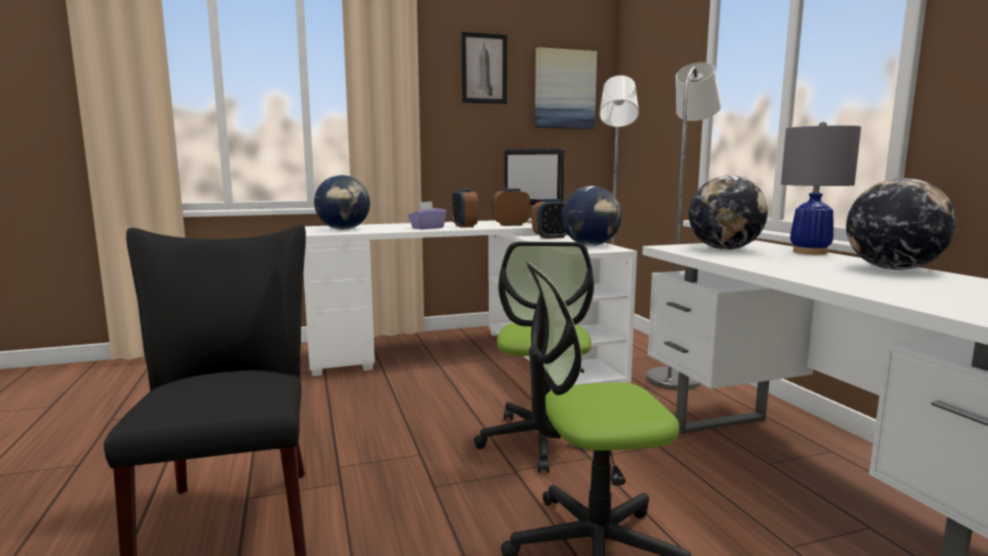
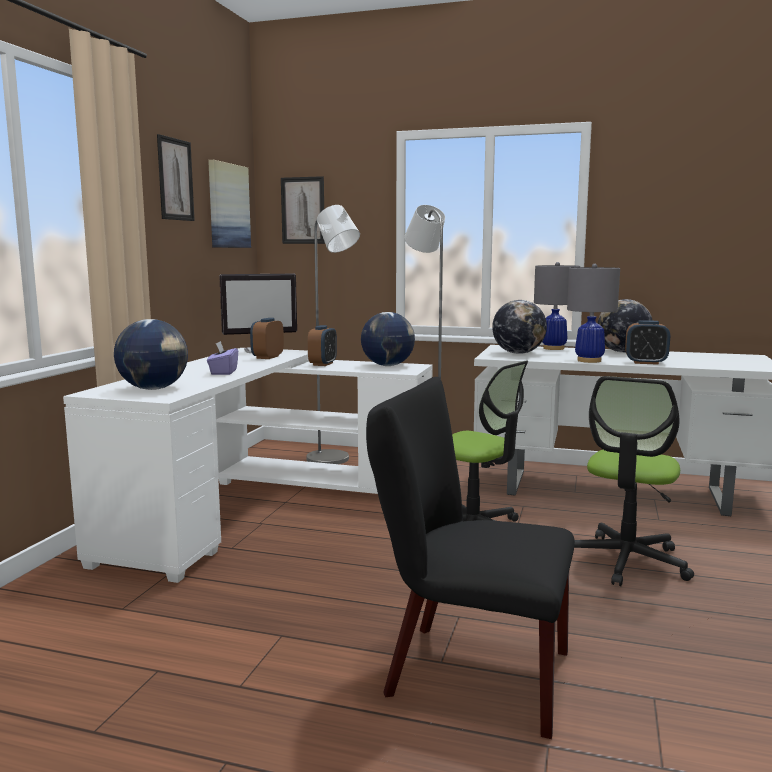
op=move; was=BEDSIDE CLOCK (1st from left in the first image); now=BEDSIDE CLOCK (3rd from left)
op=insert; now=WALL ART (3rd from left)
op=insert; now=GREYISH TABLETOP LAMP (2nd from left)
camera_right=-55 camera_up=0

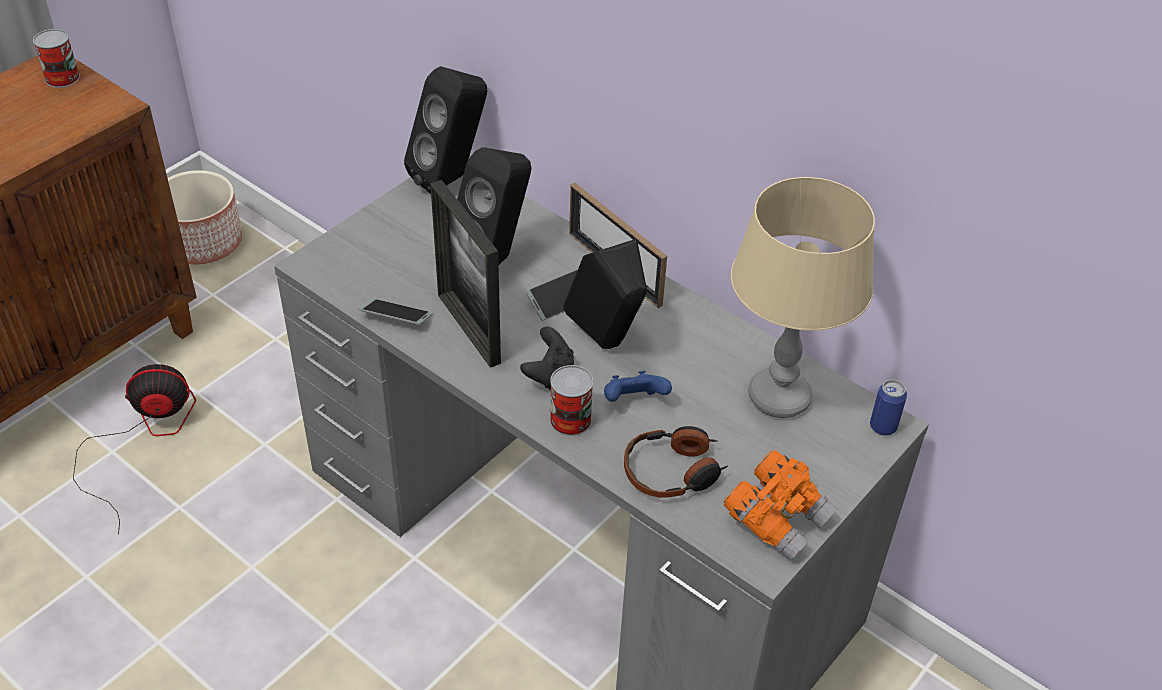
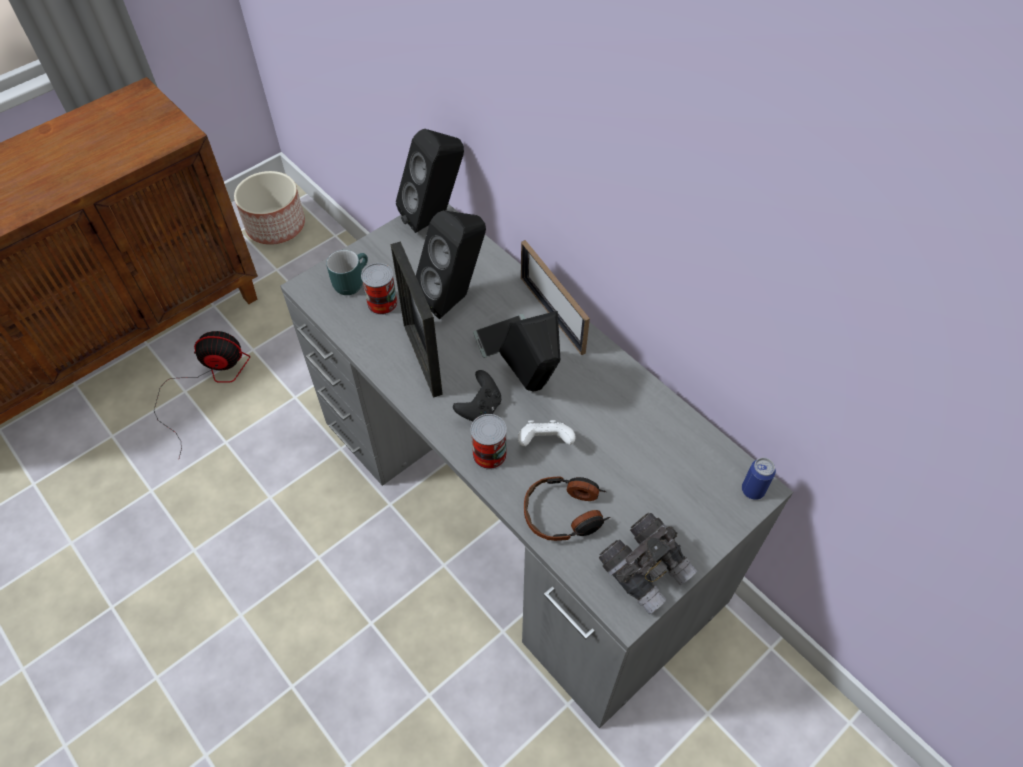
op=move; was=METAL CAN (1st from left)
op=delete; was=BEIGE TABLETOP LAMP
op=delete; was=HANDSET (1st from left)
op=recolor; was=BLUISH GAME CONTROLLER; now=WHITE GAME CONTROLLER
op=recolor; was=ORANGE BINOCULARS; now=GREYISH BINOCULARS
op=insert; now=TURQUOISE-COLOURED TEA MUG
camera_right=10 camera_up=10

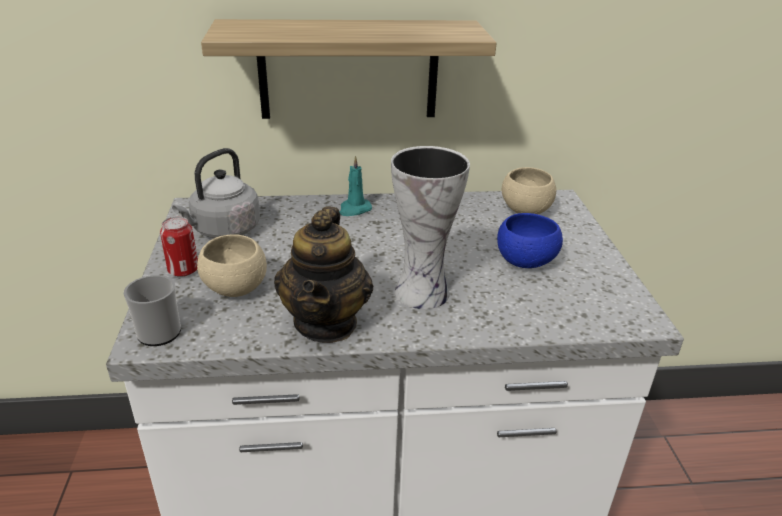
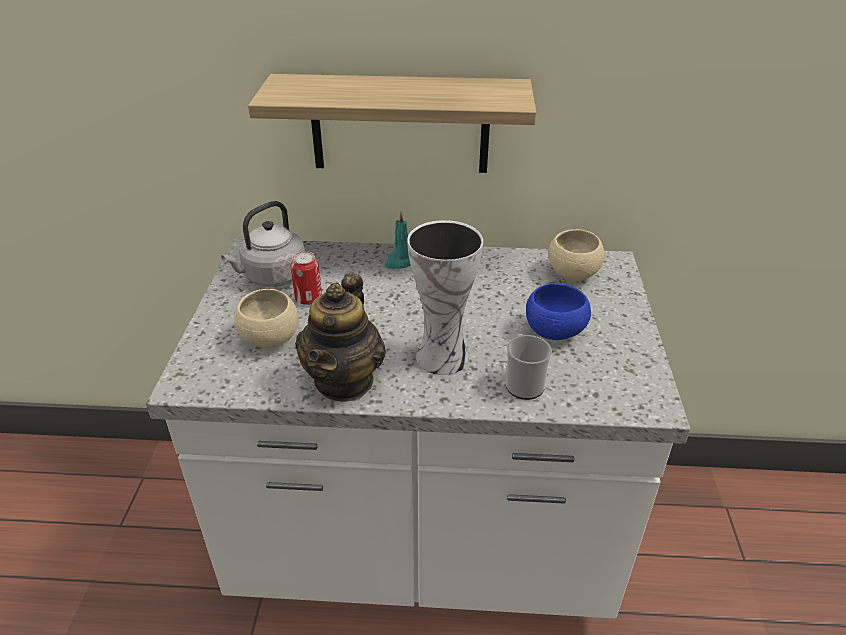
op=move; was=METAL CAN
op=move; was=TEA MUG
camera_right=10 camera_up=5

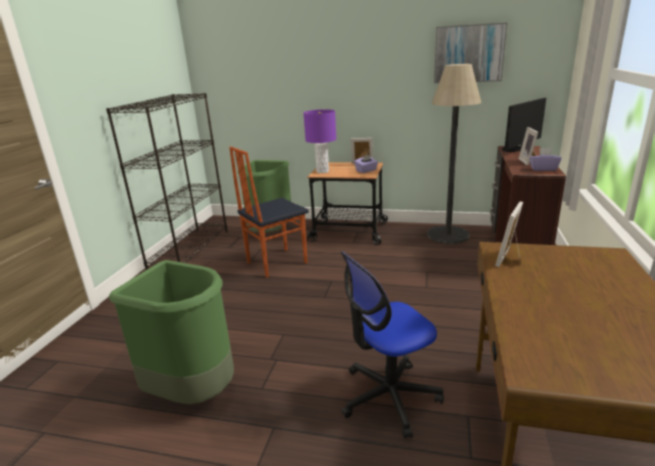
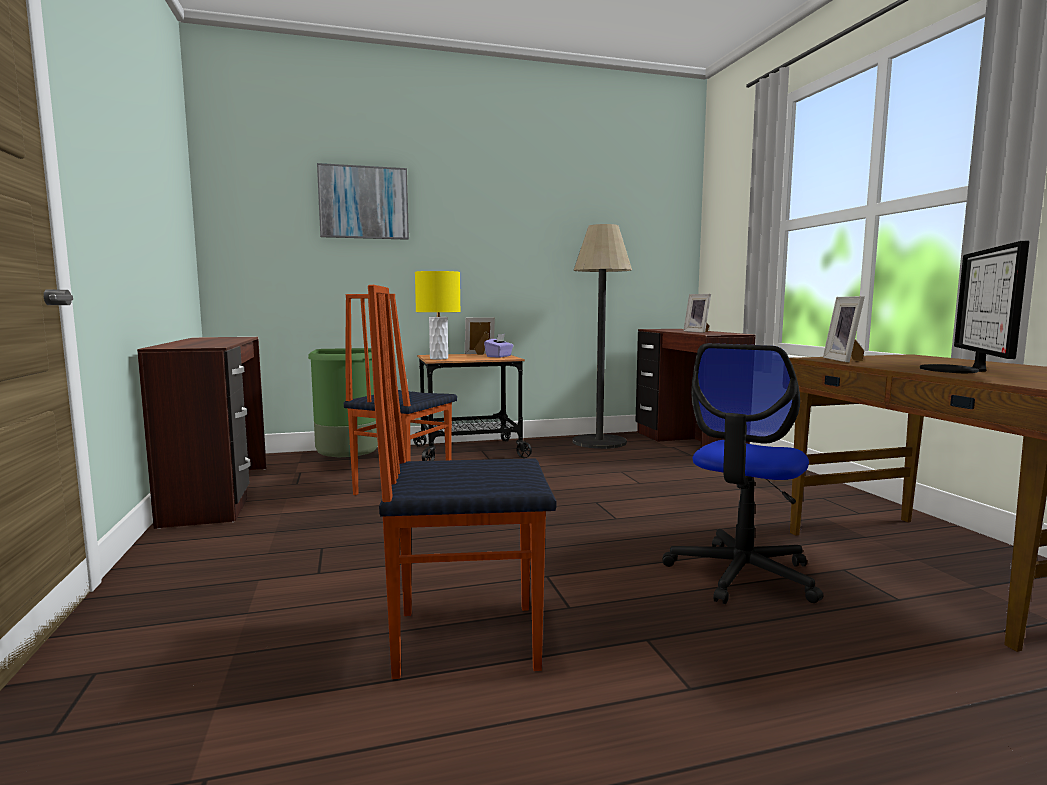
op=move; was=WALL ART
op=replace; was=BLACK SHELVING UNIT; now=BROWN-COLOURED DESK TABLE (1st from left)
op=move; was=COMPUTER DISPLAY
op=recolor; was=PURPLISH TABLETOP LAMP; now=YELLOW TABLETOP LAMP
op=delete; was=PURPLISH TISSUE HOLDER (2nd from left)
op=replace; was=GREEN RUBBISH BIN (1st from left); now=UPRIGHT CHAIR (2nd from left)
camera_right=-30 camera_up=-15

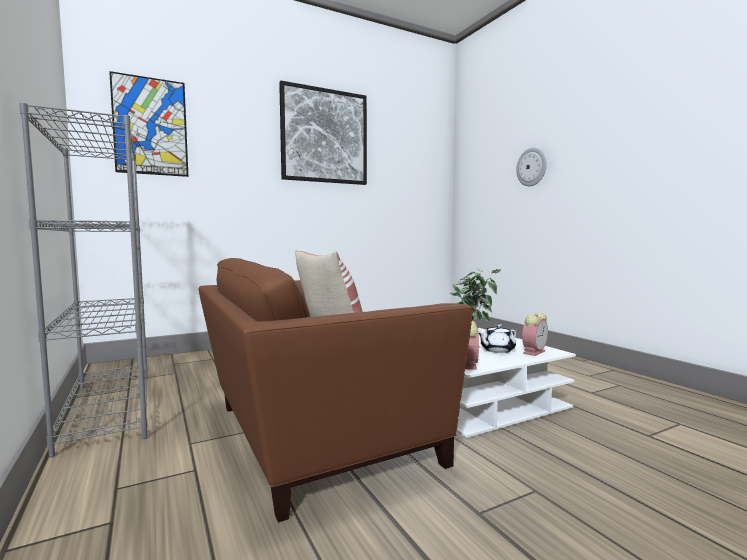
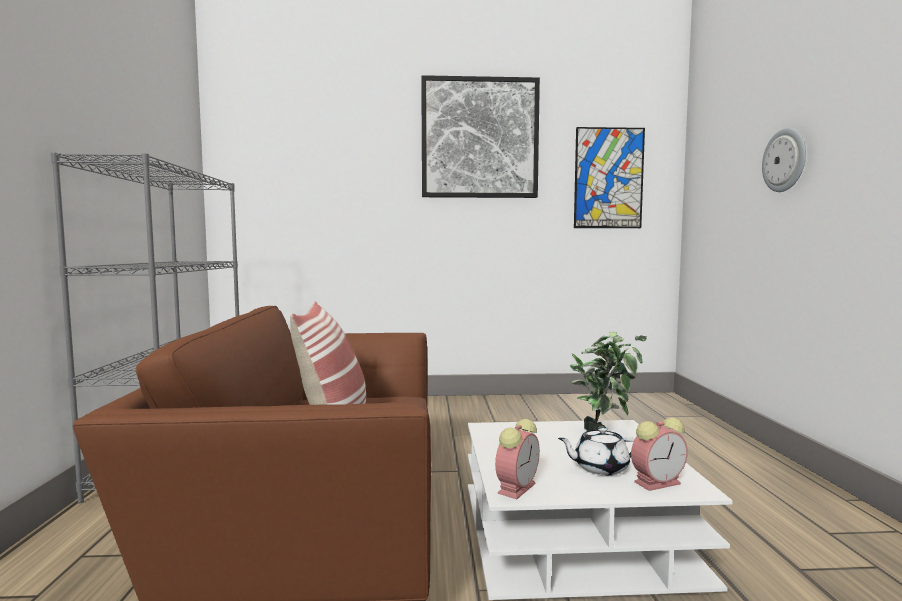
op=move; was=WALL ART (1st from left in the first image); now=WALL ART (2nd from left)
camera_right=25 camera_up=0

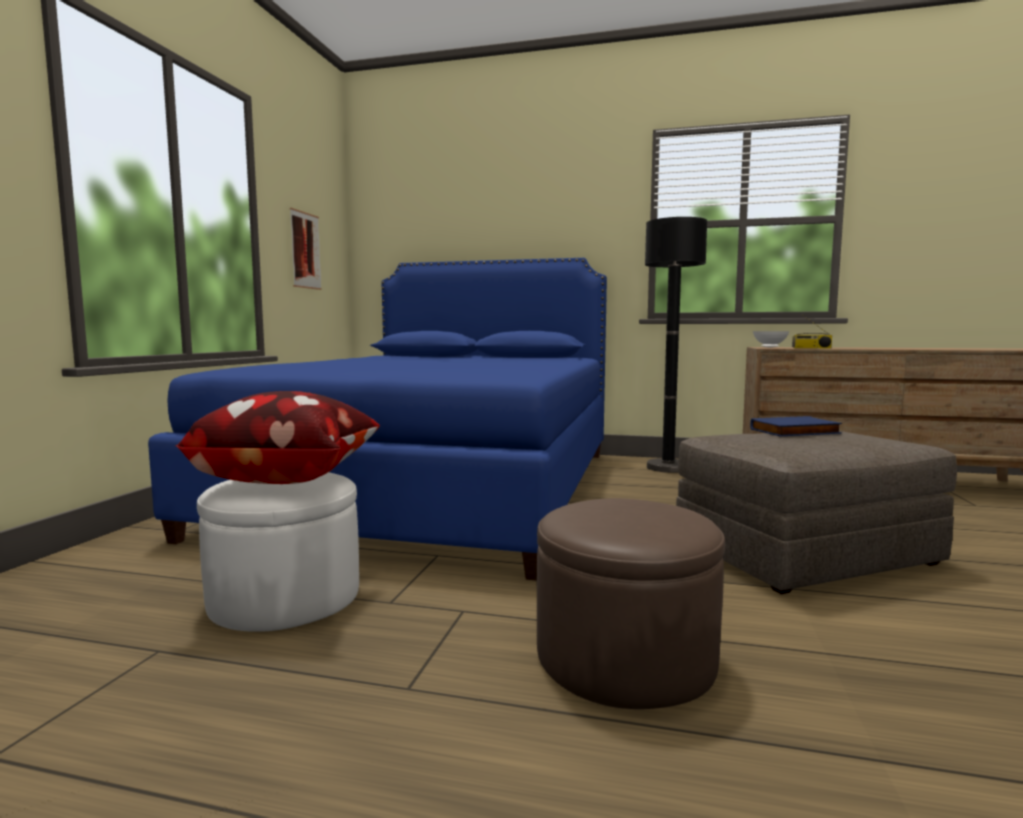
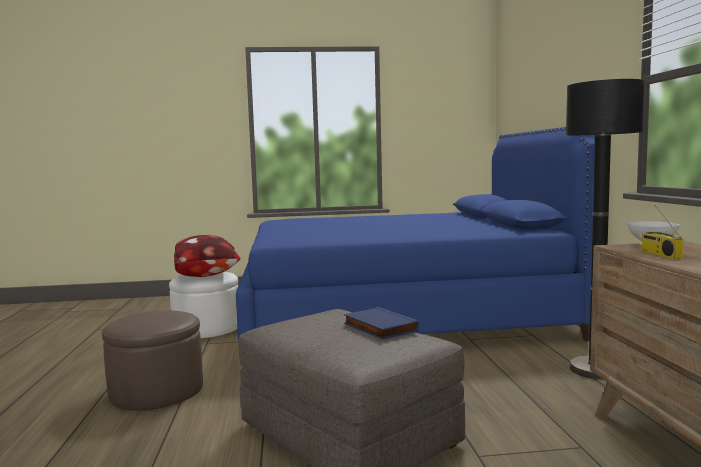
op=delete; was=WALL ART
camera_right=70 camera_up=0

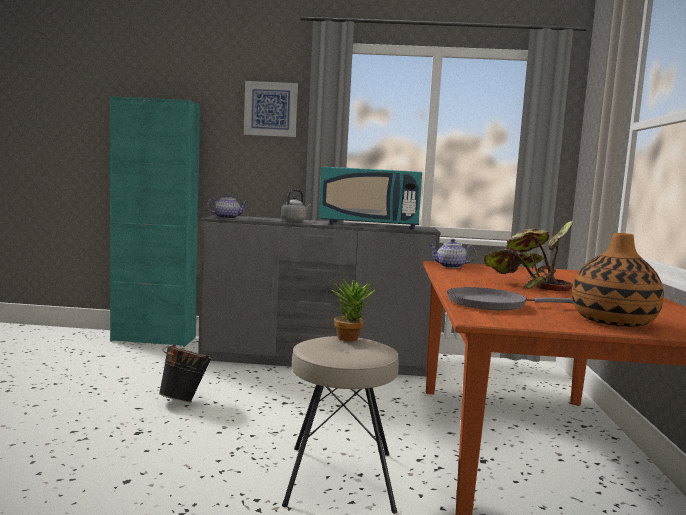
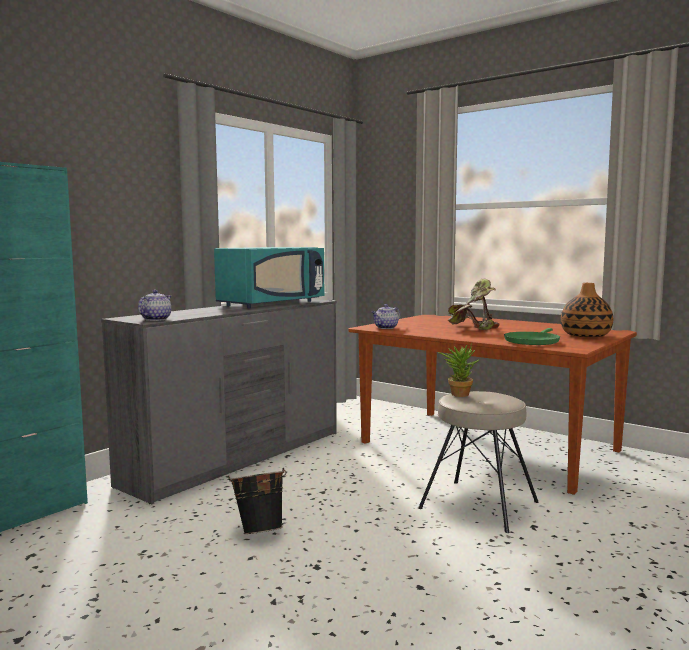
op=delete; was=WALL ART
op=delete; was=GREYISH KETTLE
op=recolor; was=GREYISH FRYING PAN; now=GREEN FRYING PAN
camera_right=-55 camera_up=0

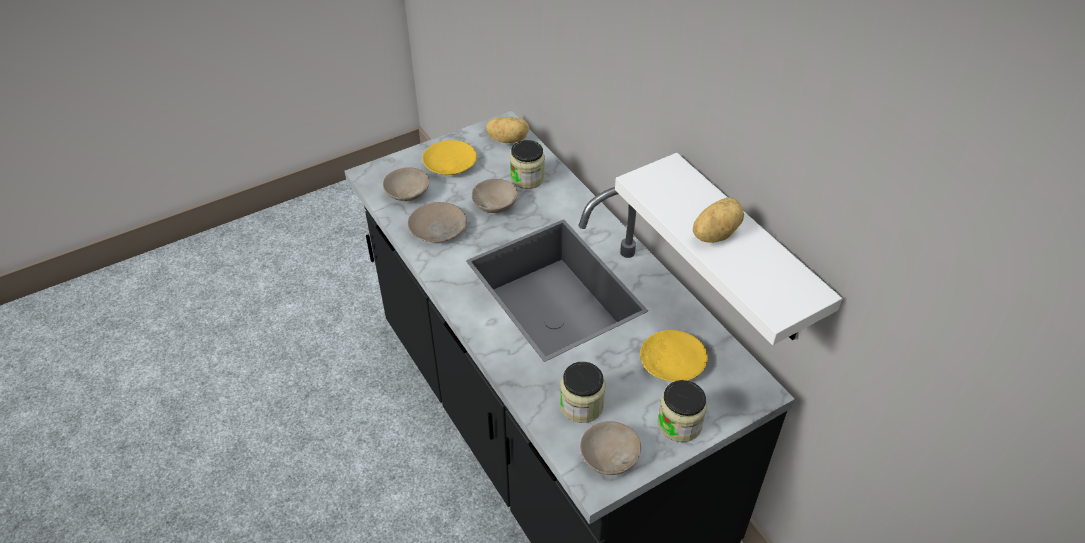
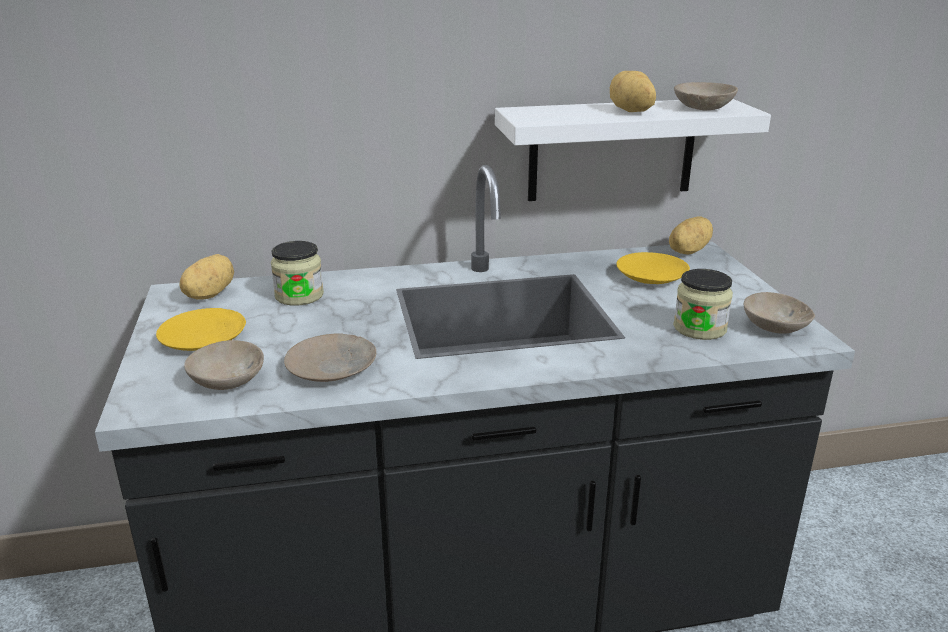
op=move; was=BEIGE DEEP DISH (2nd from left)
op=delete; was=JAR (3rd from left)
op=insert; now=WHOLE POTATO (3rd from left)
camera_right=-70 camera_up=-20

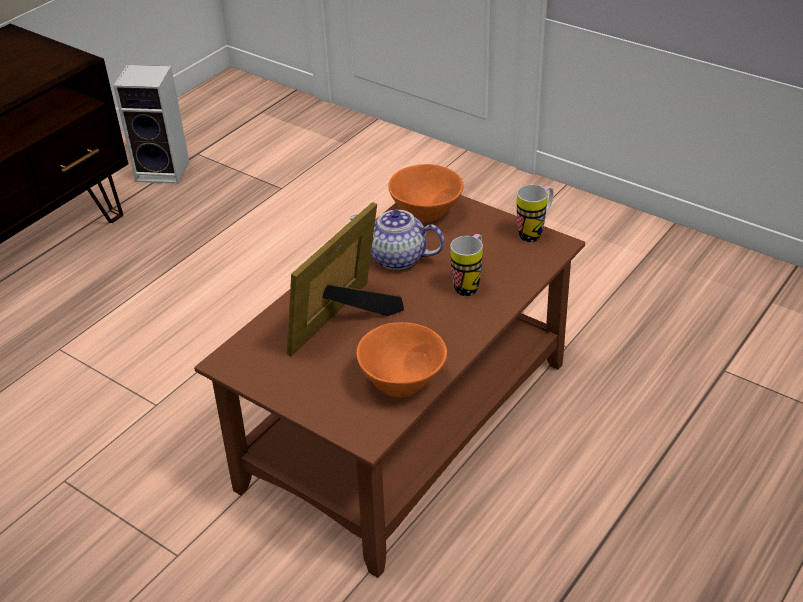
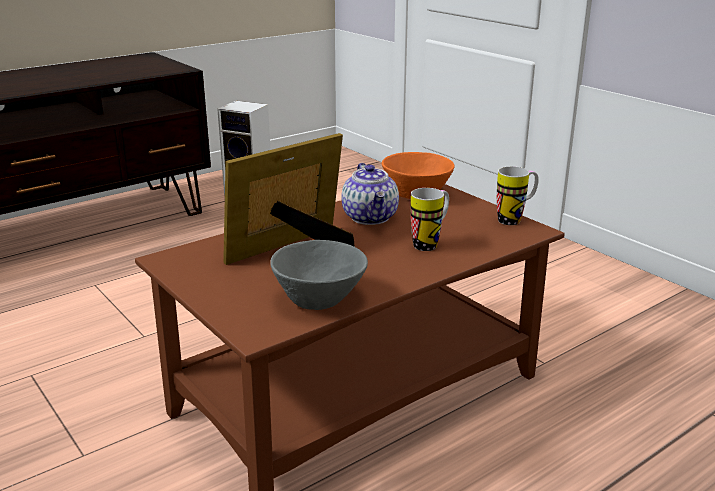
op=rotate; was=POT FOR TEA; clockwise=-135
op=recolor; was=ORANGE DEEP DISH (1st from left); now=GREYISH DEEP DISH
camera_right=15 camera_up=-15

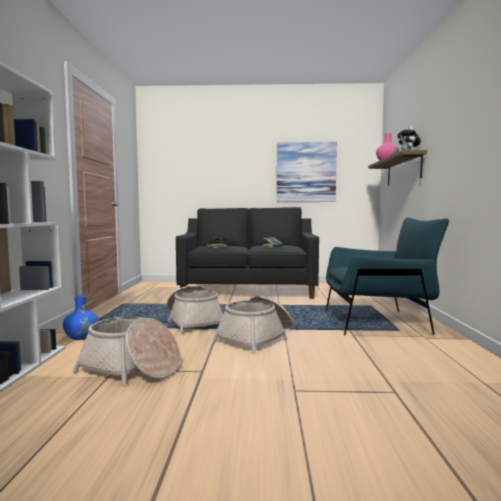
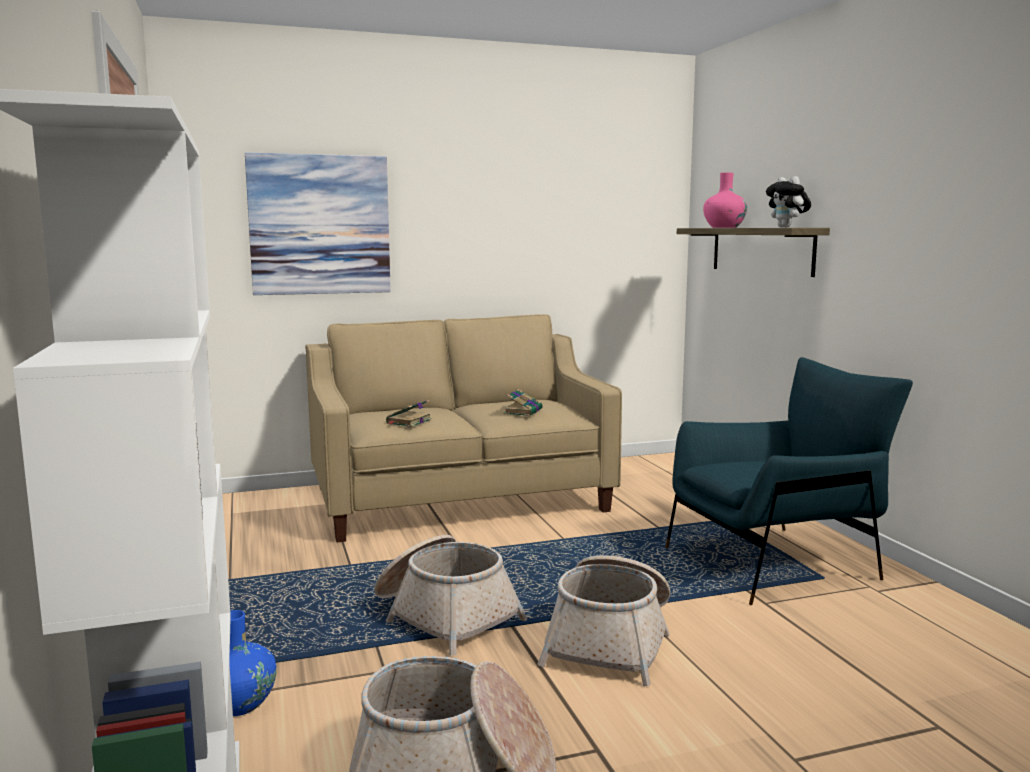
op=move; was=WALL ART
op=recolor; was=BLACK SOFA; now=BEIGE SOFA
camera_right=-20 camera_up=5

